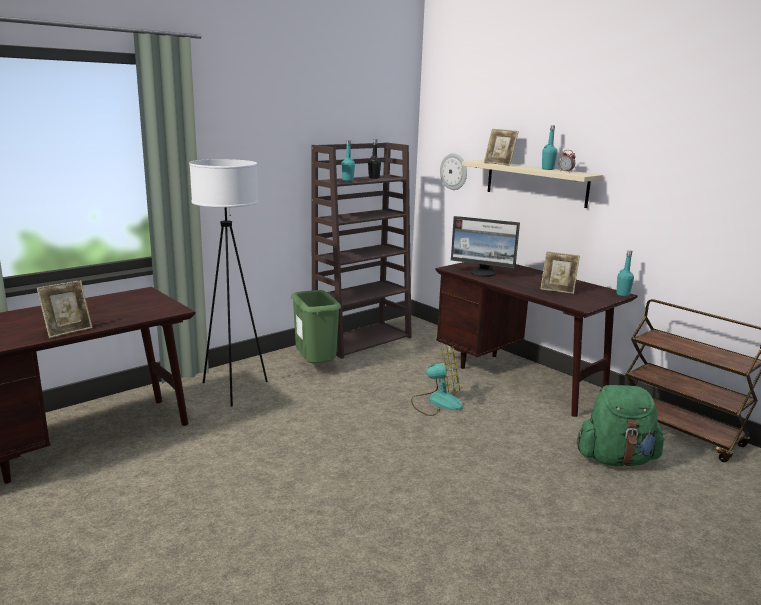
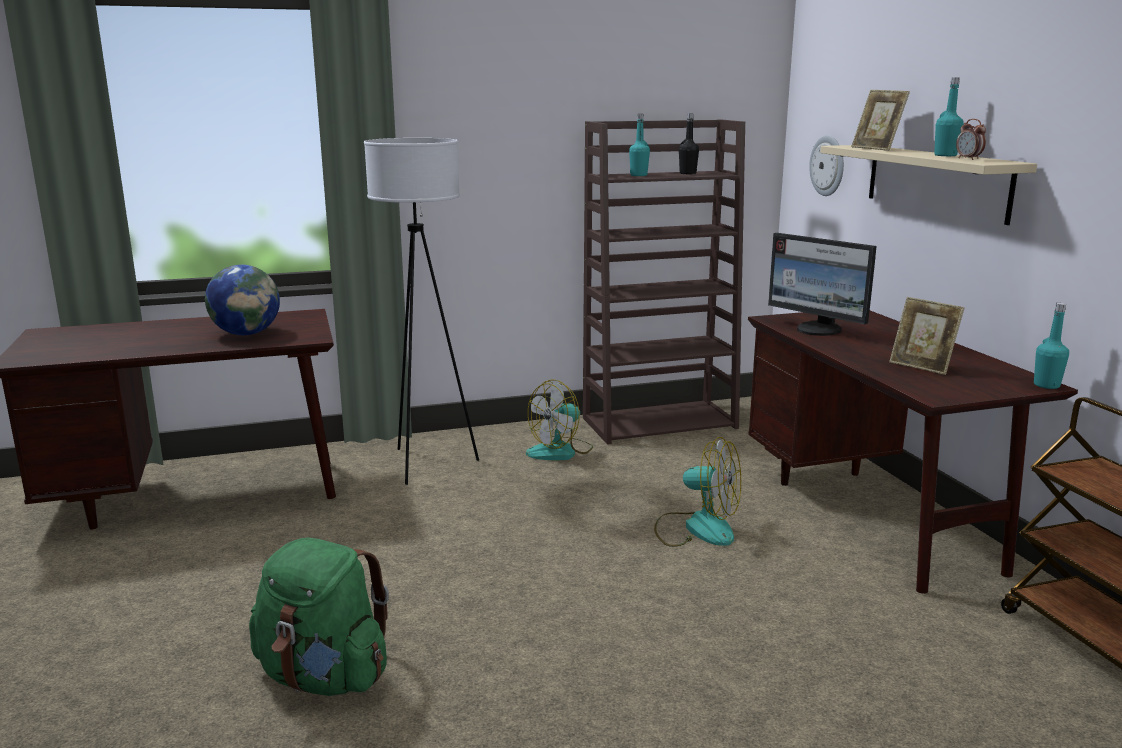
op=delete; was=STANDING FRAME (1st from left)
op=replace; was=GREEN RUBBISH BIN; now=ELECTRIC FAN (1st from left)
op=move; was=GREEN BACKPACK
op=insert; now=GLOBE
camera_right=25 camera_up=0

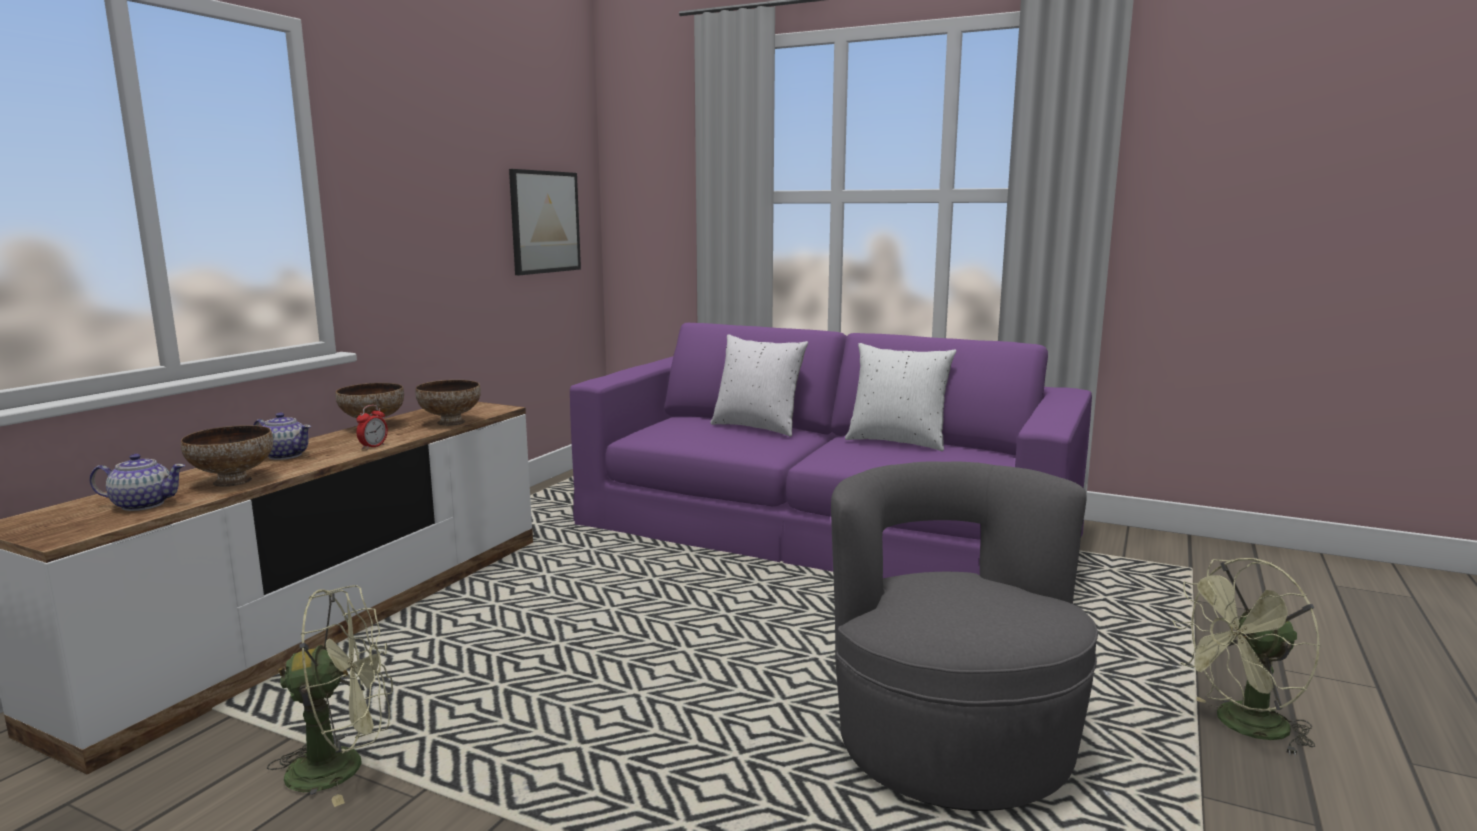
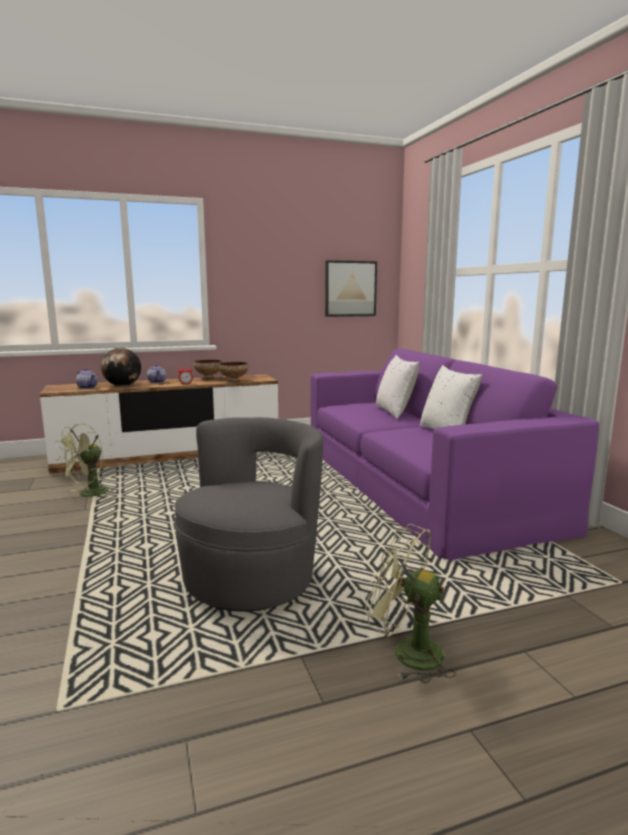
op=replace; was=DEEP DISH (1st from left); now=GLOBE
op=rotate; was=GREEN ELECTRIC FAN (1st from left); clockwise=90
camera_right=45 camera_up=0

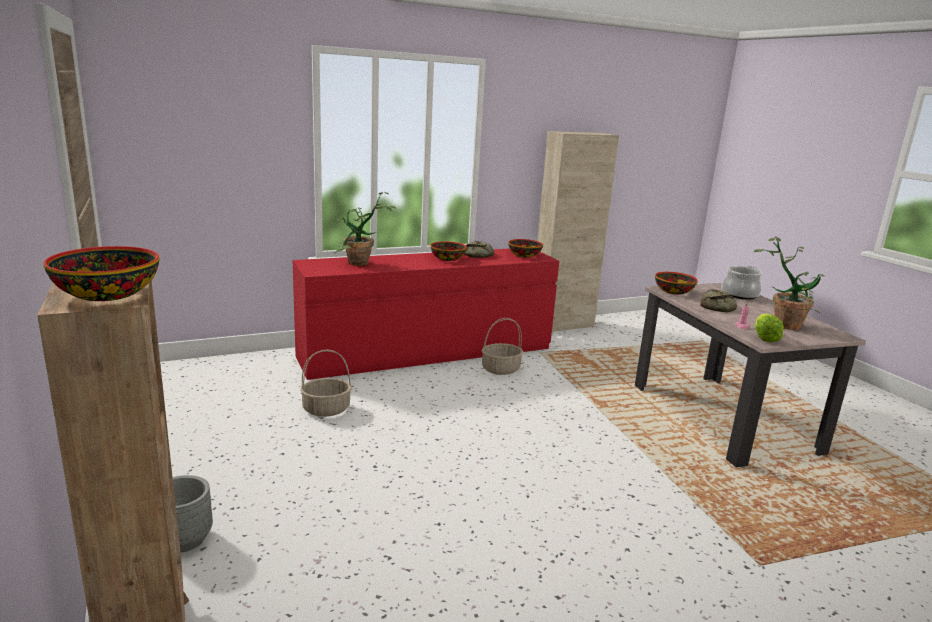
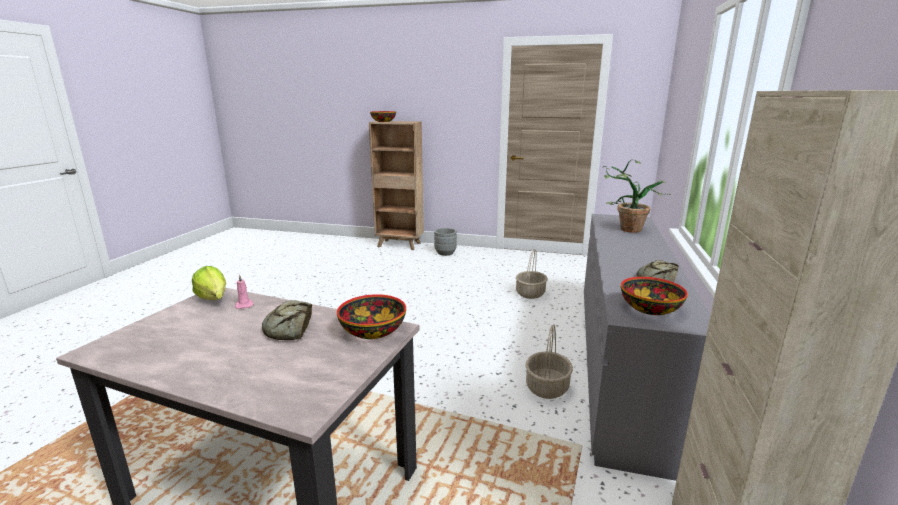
op=delete; was=PLANT IN A POT (2nd from left)
op=delete; was=DEEP DISH (2nd from left)
op=recolor; was=RED-COLOURED CHEST OF DRAWERS; now=GREYISH CHEST OF DRAWERS
op=delete; was=SAUCEPOT
camera_right=130 camera_up=0

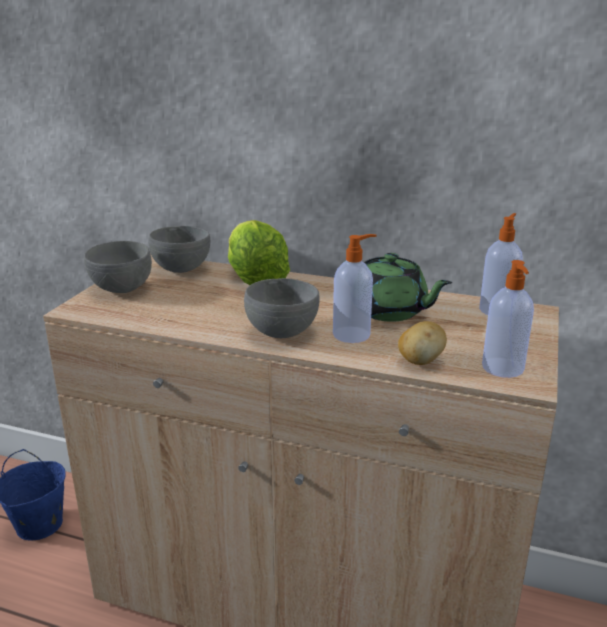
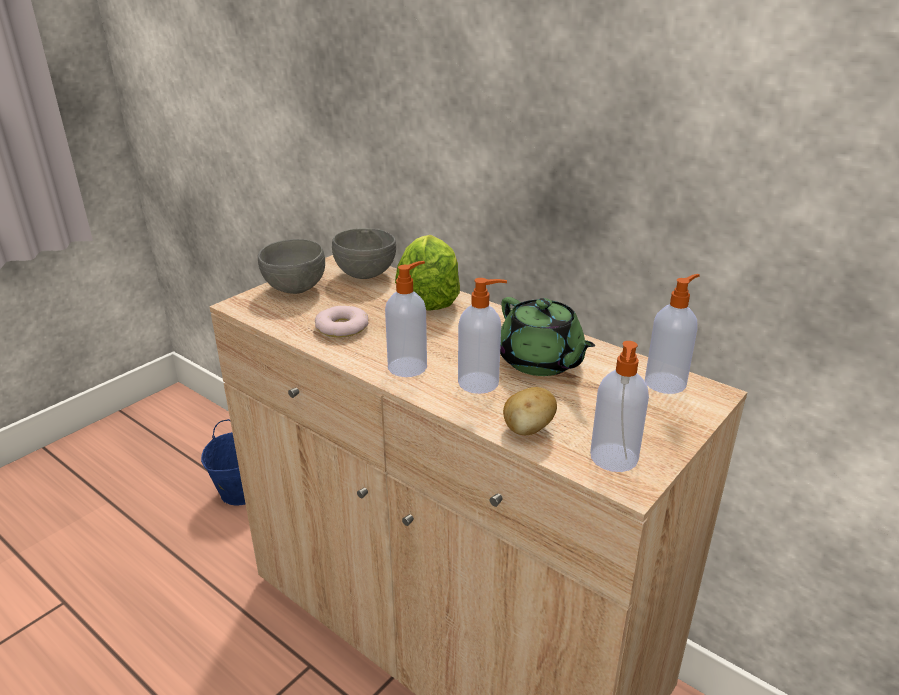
op=replace; was=GREYISH DEEP DISH (3rd from left); now=LIQUID SOAP BOTTLE (1st from left)
op=insert; now=DOUGHNUT
camera_right=20 camera_up=5

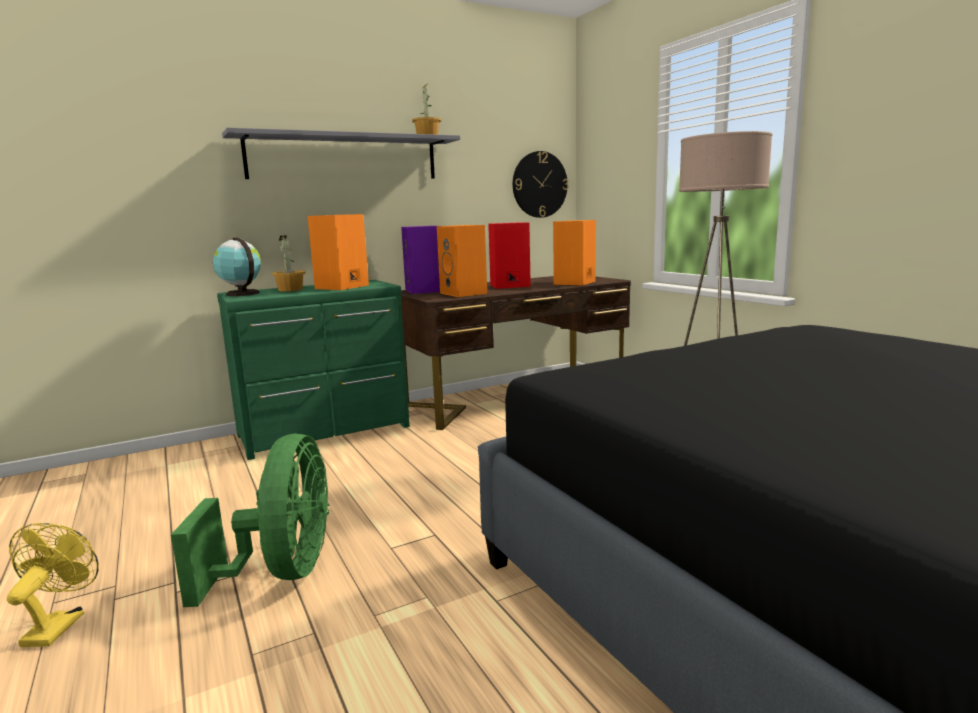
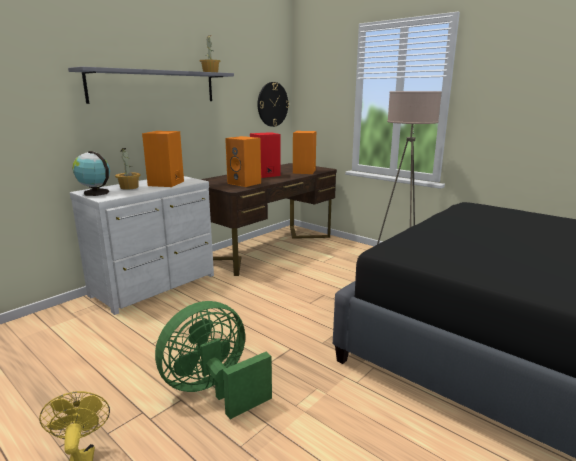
op=delete; was=PURPLISH AUDIO SPEAKER
op=recolor; was=GREEN CHEST OF DRAWERS; now=WHITE CHEST OF DRAWERS
op=rotate; was=GREEN ELECTRIC FAN; clockwise=-105
camera_right=-20 camera_up=5

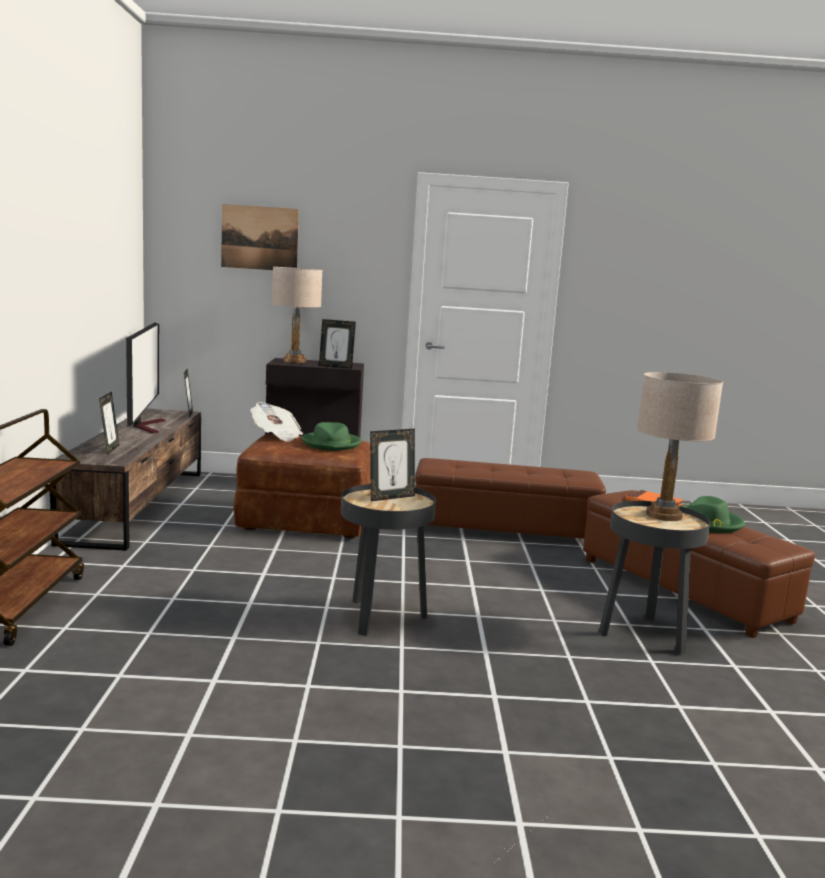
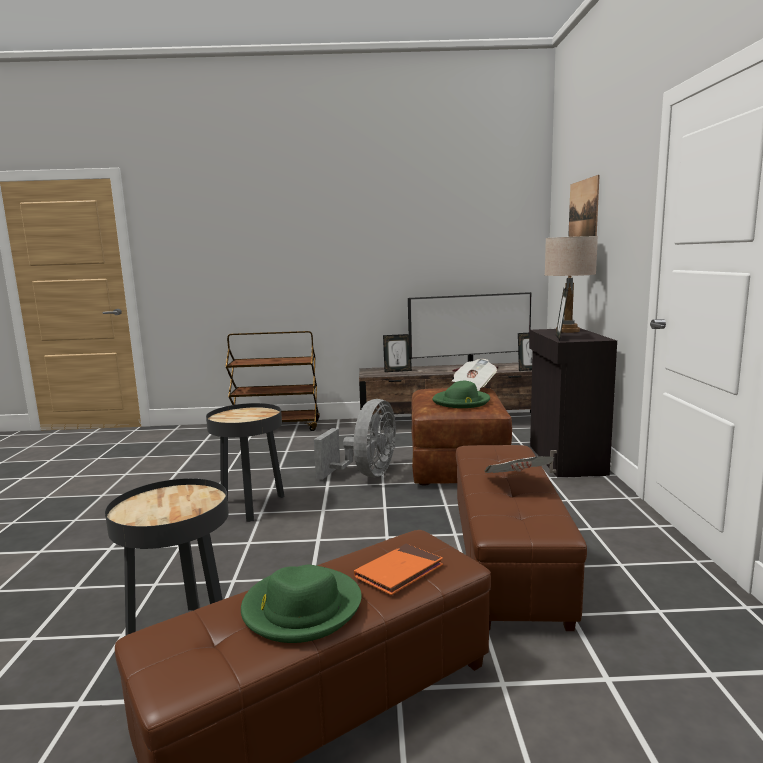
op=delete; was=BEIGE TABLETOP LAMP (2nd from left)
op=delete; was=STANDING FRAME (4th from left)
op=insert; now=GREYISH ELECTRIC FAN
op=insert; now=DAILY PAPER (2nd from left)
camera_right=90 camera_up=0

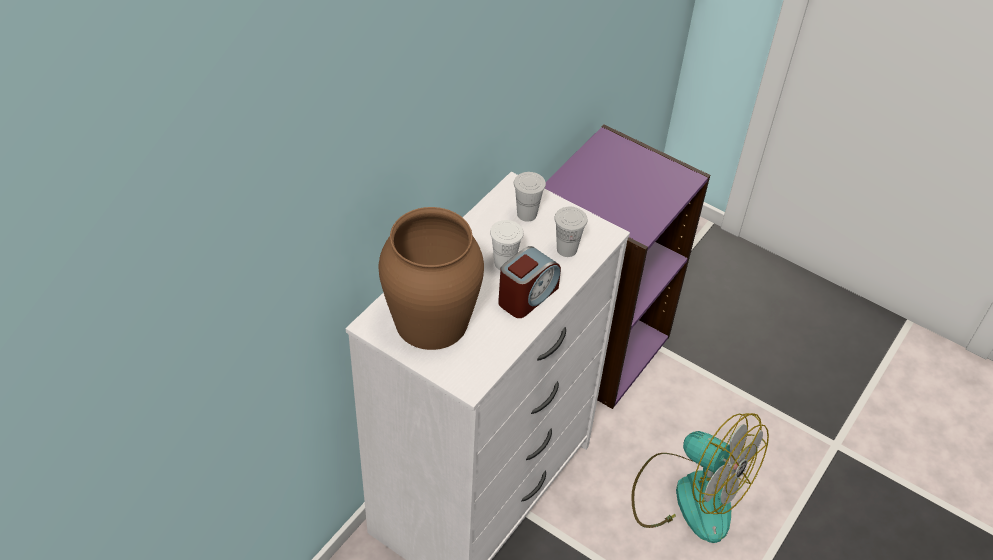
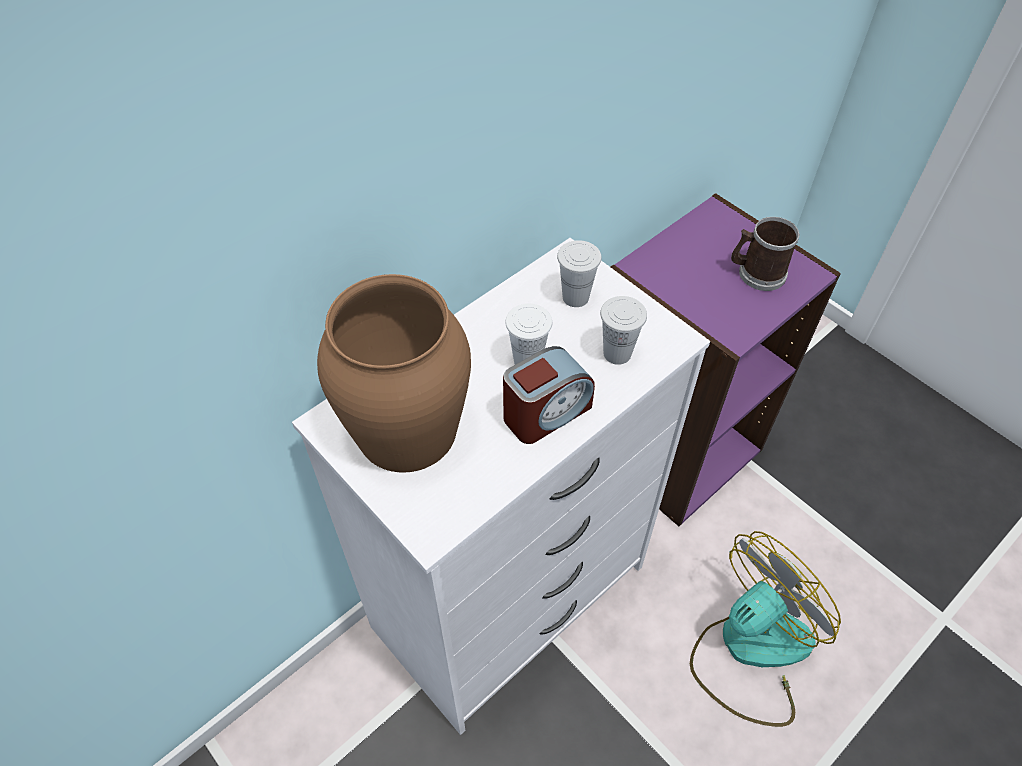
op=rotate; was=ELECTRIC FAN; clockwise=-90
op=insert; now=TEA MUG
camera_right=15 camera_up=5

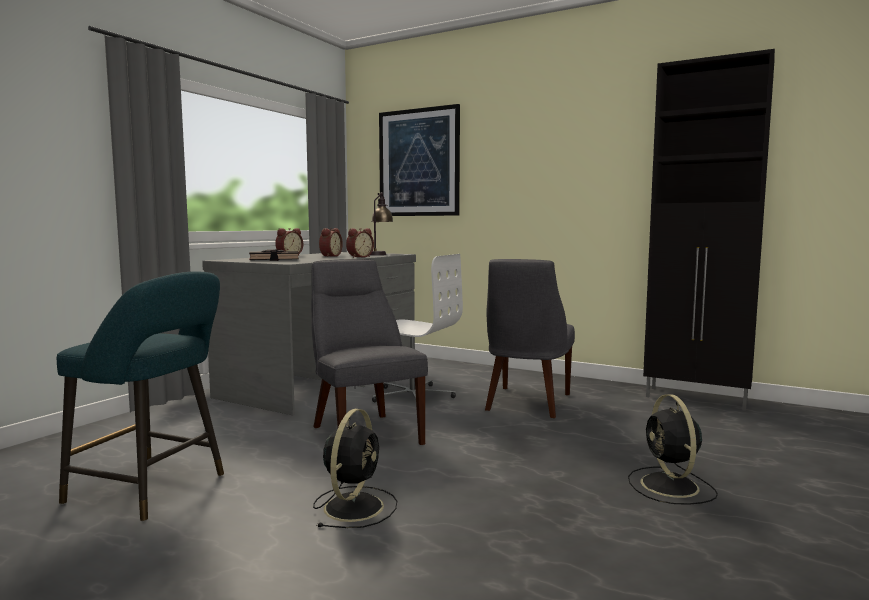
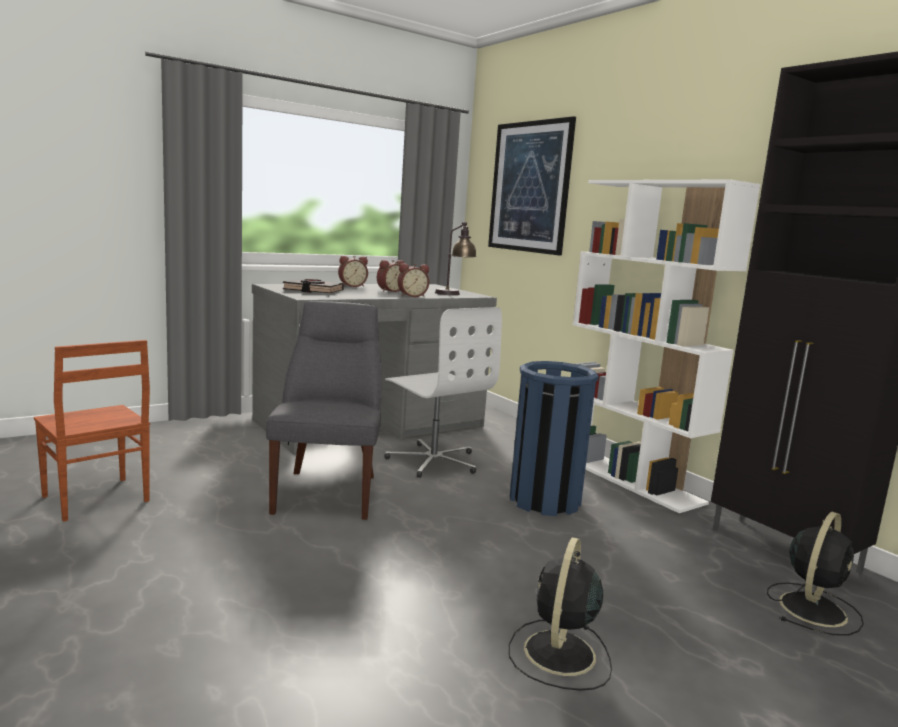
op=replace; was=GREYISH UPRIGHT CHAIR (2nd from left); now=BLUISH RUBBISH BIN
op=replace; was=TURQUOISE-COLOURED STOOL SEAT; now=BROWN-COLOURED UPRIGHT CHAIR
op=move; was=BLACK ELECTRIC FAN (1st from left in the first image); now=BLACK ELECTRIC FAN (2nd from left)
op=insert; now=WHITE SHELVING UNIT
camera_right=25 camera_up=5

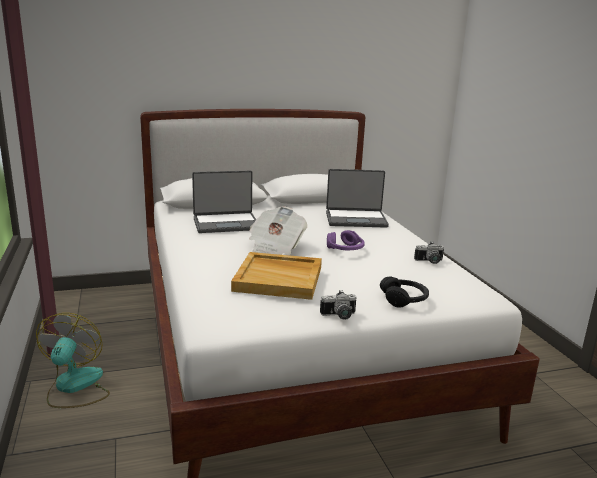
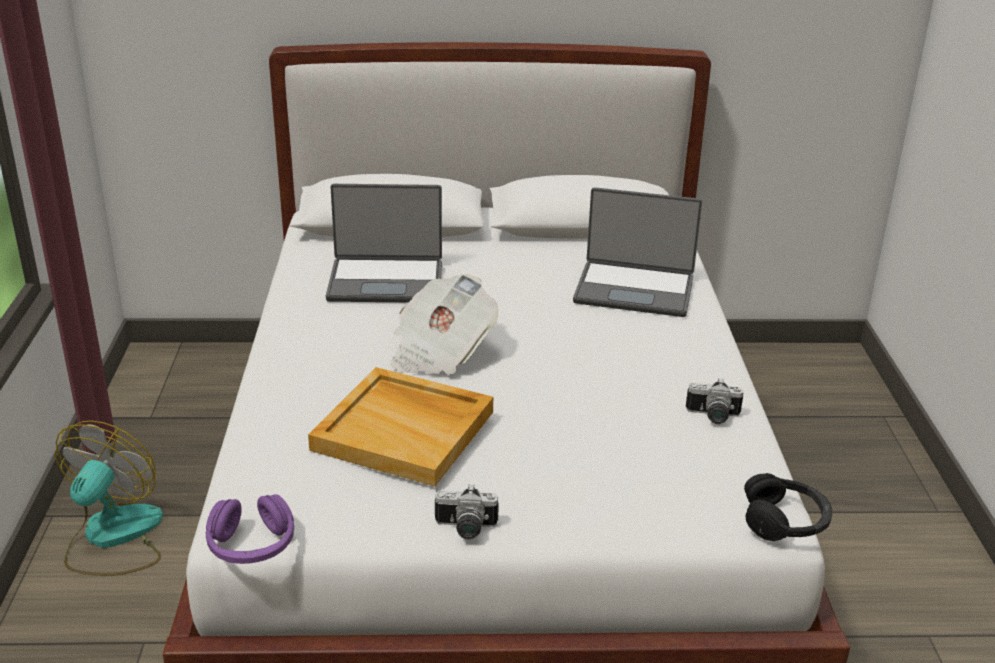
op=move; was=PURPLISH PAIR OF HEADPHONES
op=move; was=BLACK PAIR OF HEADPHONES
camera_right=15 camera_up=10

